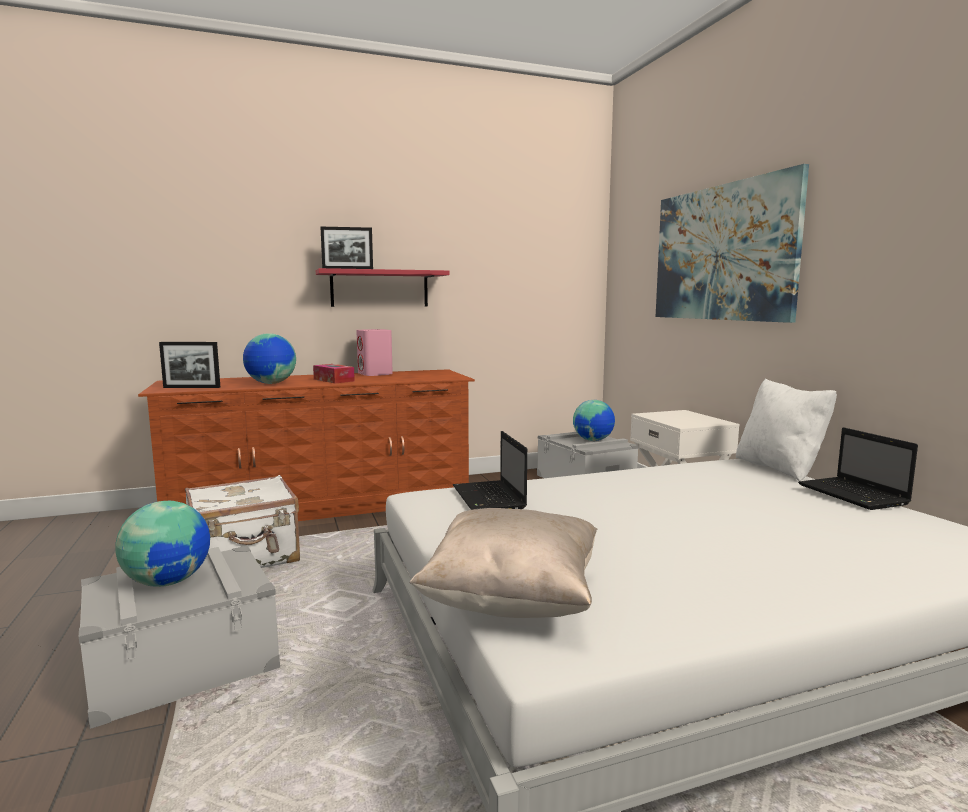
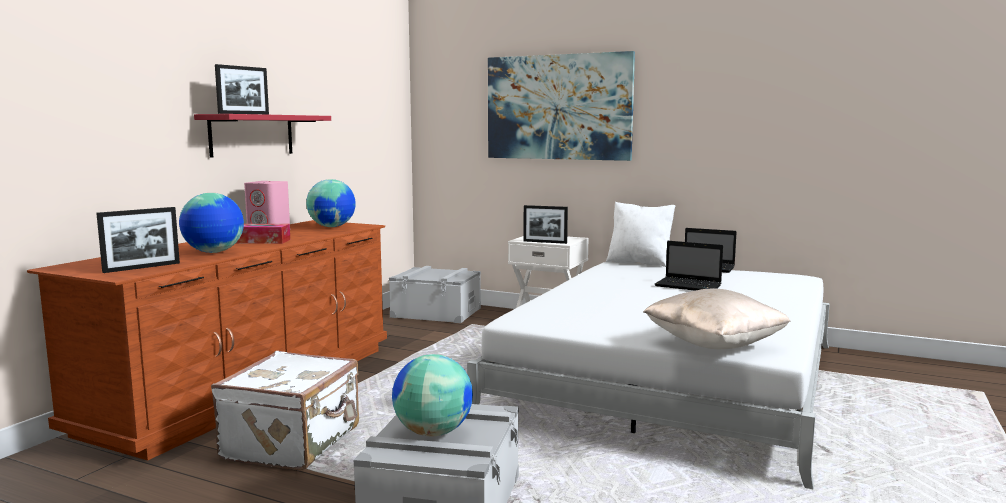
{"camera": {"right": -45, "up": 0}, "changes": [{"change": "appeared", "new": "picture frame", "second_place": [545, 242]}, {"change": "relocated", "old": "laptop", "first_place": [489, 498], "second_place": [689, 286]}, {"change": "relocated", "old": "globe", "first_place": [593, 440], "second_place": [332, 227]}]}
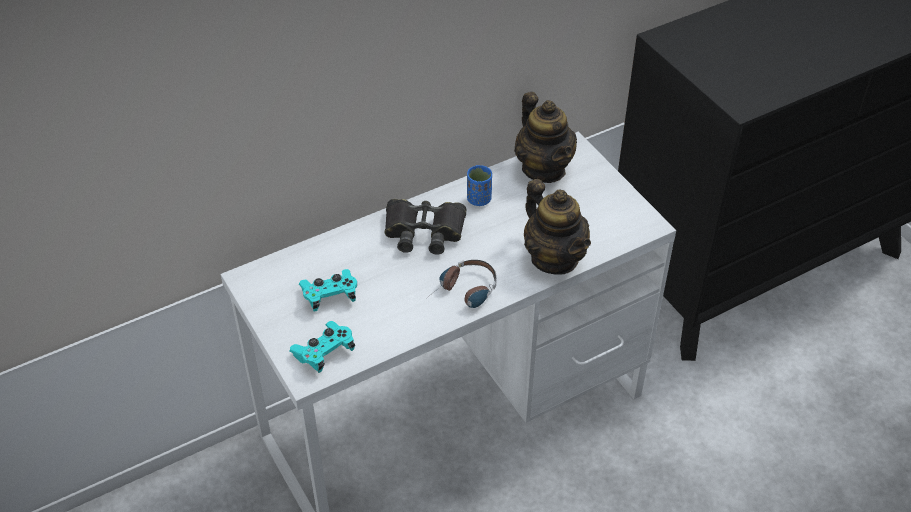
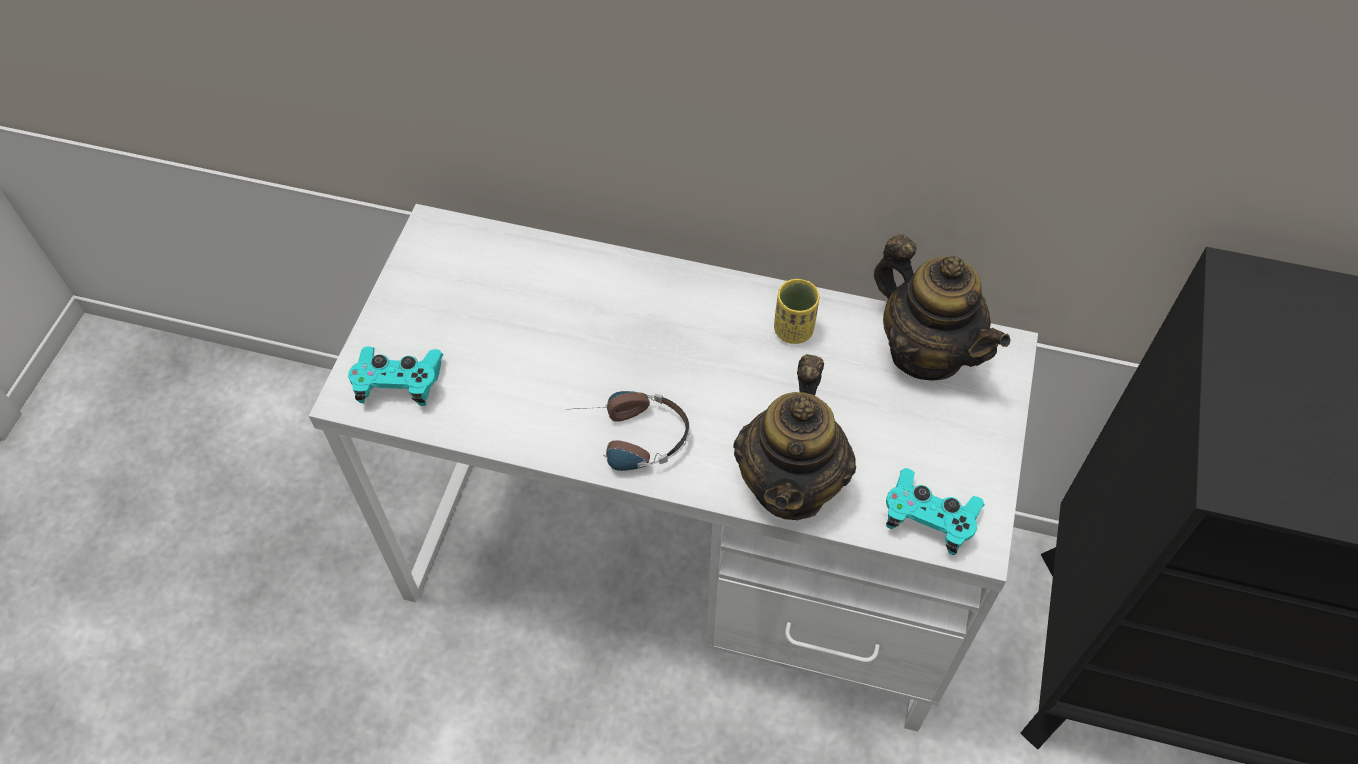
{"camera": {"right": 45, "up": 10}, "changes": [{"change": "missing", "old": "binoculars/black", "first_place": [424, 231]}, {"change": "relocated", "old": "game controller/turquoise", "first_place": [330, 296], "second_place": [929, 519]}, {"change": "colour", "old": "cup/blue", "new": "cup/yellow", "first_place": [479, 199], "second_place": [793, 330]}, {"change": "spun", "old": "teapot", "first_place": [544, 169], "second_place": [926, 351], "degrees": -60}]}
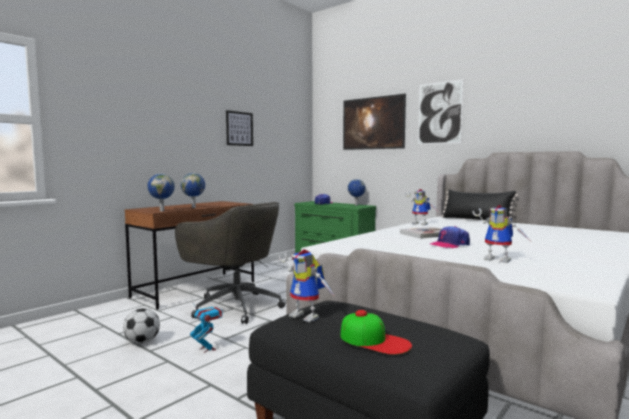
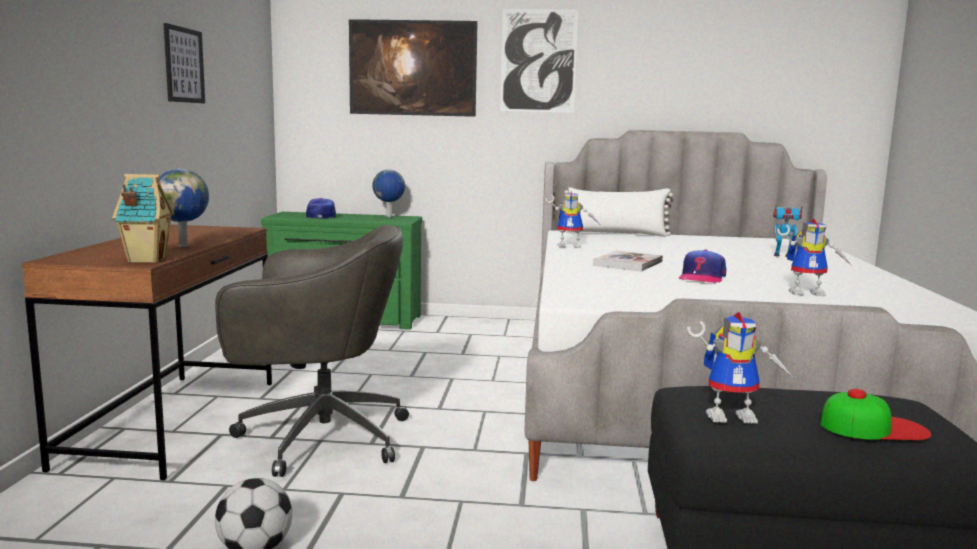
{"camera": {"right": -35, "up": 5}, "changes": [{"change": "relocated", "old": "toy robot", "first_place": [207, 349], "second_place": [782, 257]}, {"change": "exchanged", "old": "globe", "new": "toy house", "first_place": [162, 211], "second_place": [146, 260]}, {"change": "colour", "old": "pillow/black", "new": "pillow/white", "first_place": [476, 220], "second_place": [616, 234]}]}
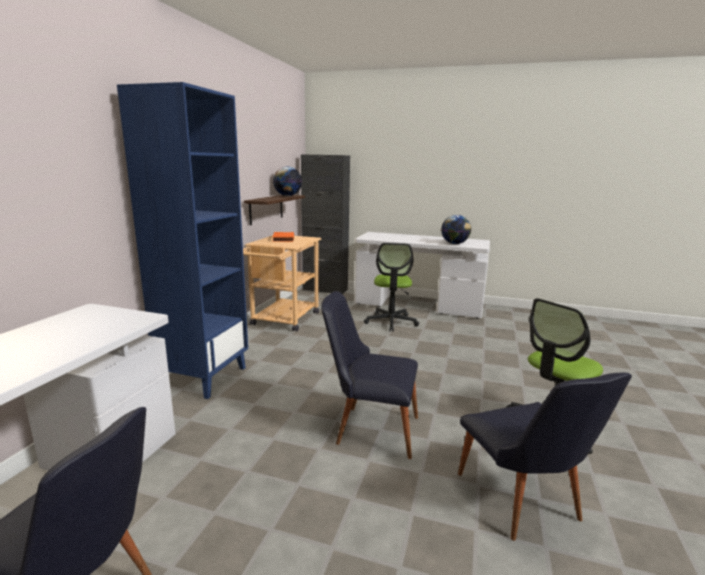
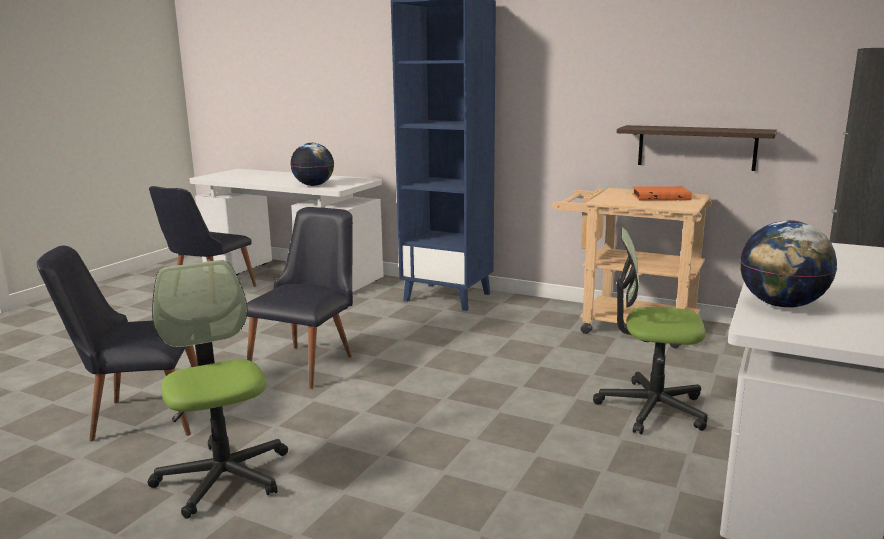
{"camera": {"right": 100, "up": 0}, "changes": [{"change": "relocated", "old": "globe", "first_place": [287, 196], "second_place": [314, 185]}]}
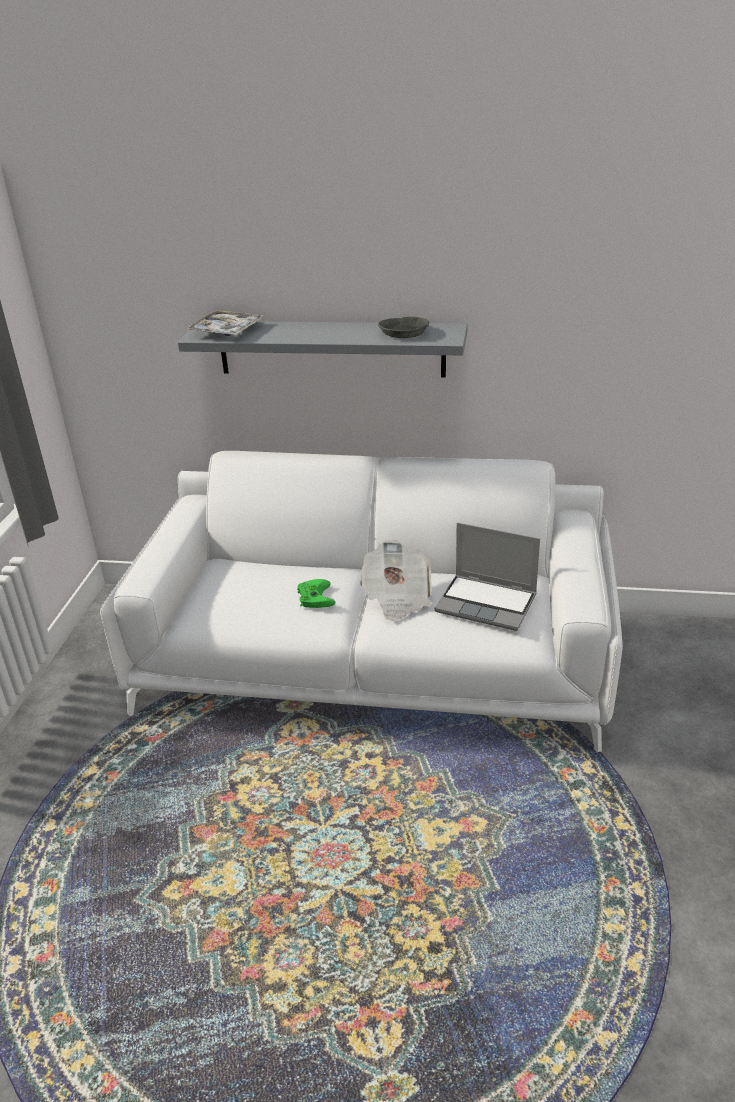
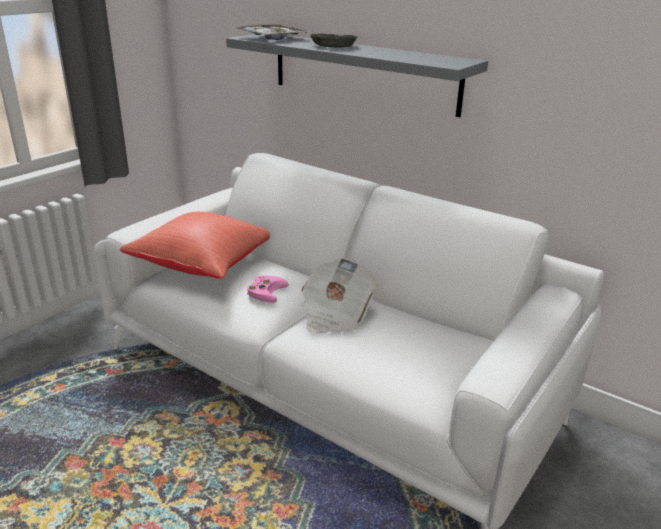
{"camera": {"right": 25, "up": -5}, "changes": [{"change": "missing", "old": "laptop", "first_place": [487, 603]}, {"change": "appeared", "new": "pillow/red", "second_place": [205, 263]}, {"change": "relocated", "old": "bowl/grey", "first_place": [403, 333], "second_place": [334, 45]}, {"change": "colour", "old": "game controller/green", "new": "game controller/pink", "first_place": [314, 596], "second_place": [266, 290]}]}
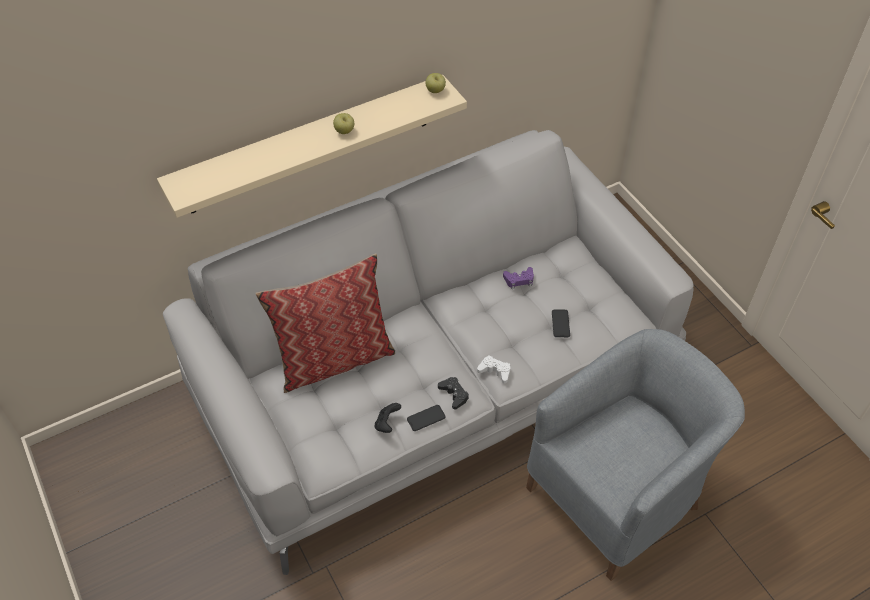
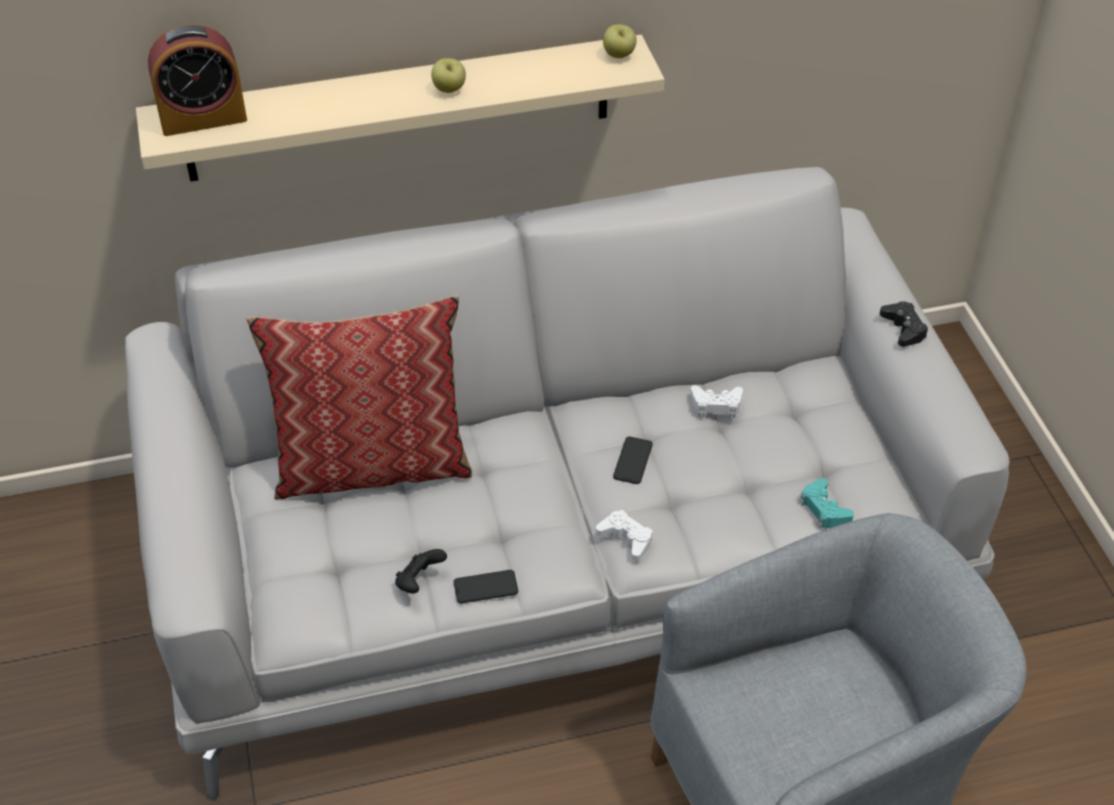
{"camera": {"right": 15, "up": -5}, "changes": [{"change": "appeared", "new": "alarm clock", "second_place": [203, 118]}, {"change": "appeared", "new": "game controller/turquoise", "second_place": [823, 509]}, {"change": "relocated", "old": "game controller/black", "first_place": [454, 394], "second_place": [903, 328]}, {"change": "relocated", "old": "phone", "first_place": [560, 323], "second_place": [633, 461]}, {"change": "colour", "old": "game controller/purple", "new": "game controller/white", "first_place": [519, 280], "second_place": [716, 405]}]}
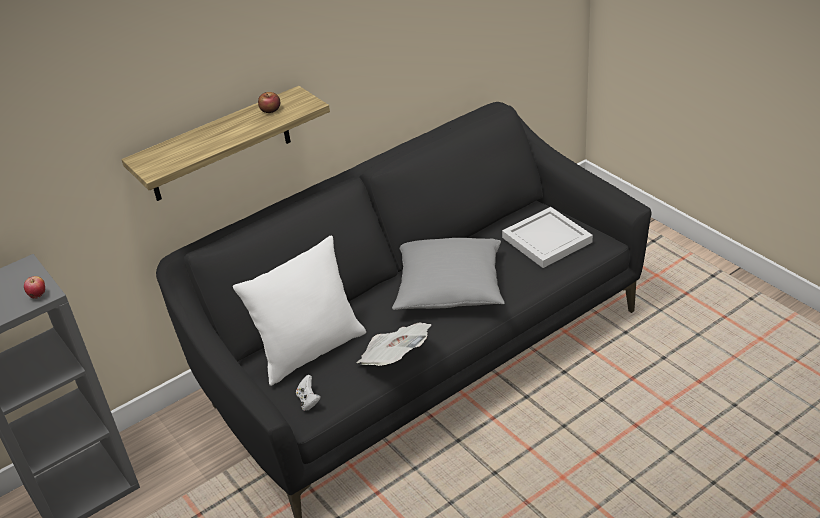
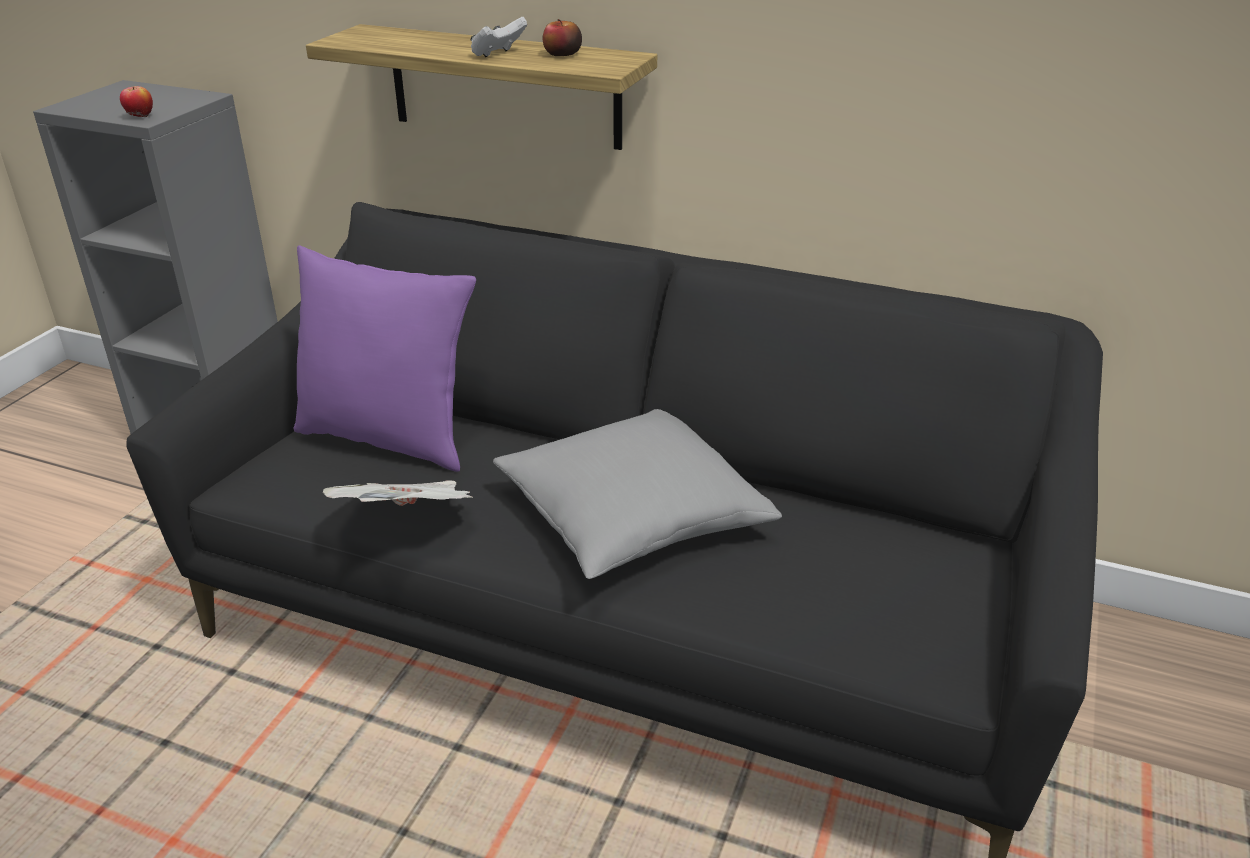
{"camera": {"right": 55, "up": -5}, "changes": [{"change": "missing", "old": "tray/white", "first_place": [548, 240]}, {"change": "relocated", "old": "game controller/white", "first_place": [308, 401], "second_place": [498, 54]}, {"change": "colour", "old": "pillow/white", "new": "pillow/purple", "first_place": [310, 350], "second_place": [389, 437]}]}
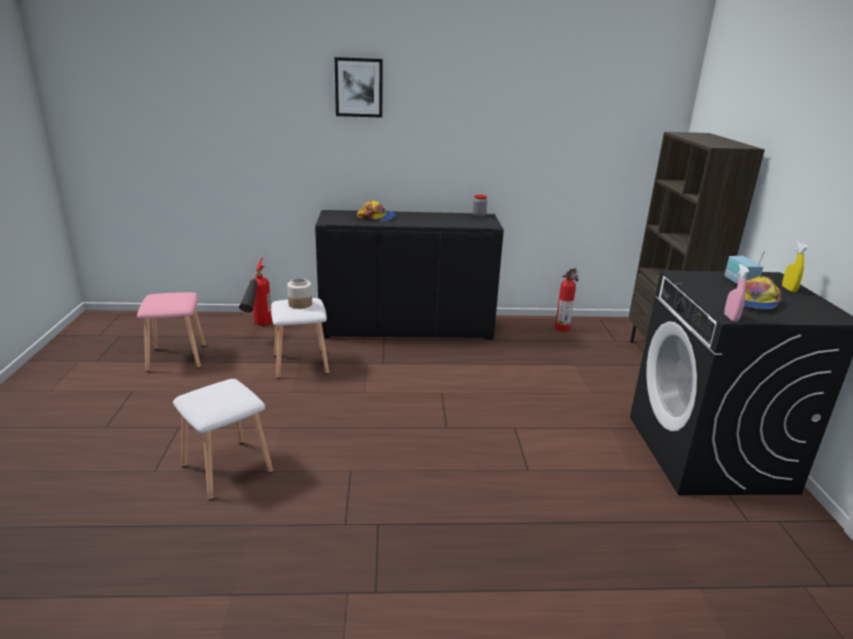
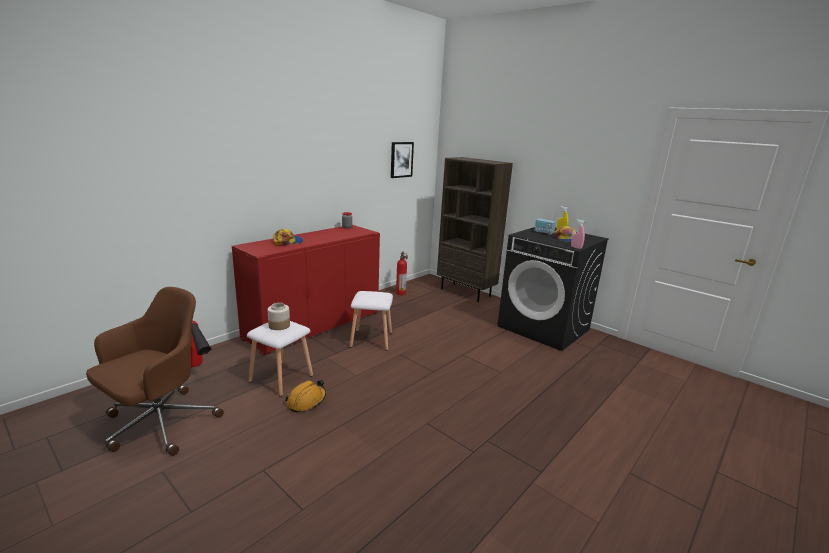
{"camera": {"right": -45, "up": -5}, "changes": [{"change": "appeared", "new": "hard hat/orange", "second_place": [306, 401]}, {"change": "relocated", "old": "stool/white", "first_place": [228, 469], "second_place": [372, 340]}, {"change": "relocated", "old": "picture", "first_place": [359, 87], "second_place": [401, 159]}, {"change": "exchanged", "old": "stool/pink", "new": "office chair/brown", "first_place": [177, 358], "second_place": [159, 424]}, {"change": "colour", "old": "cabinet/black", "new": "cabinet/red", "first_place": [406, 327], "second_place": [314, 325]}]}
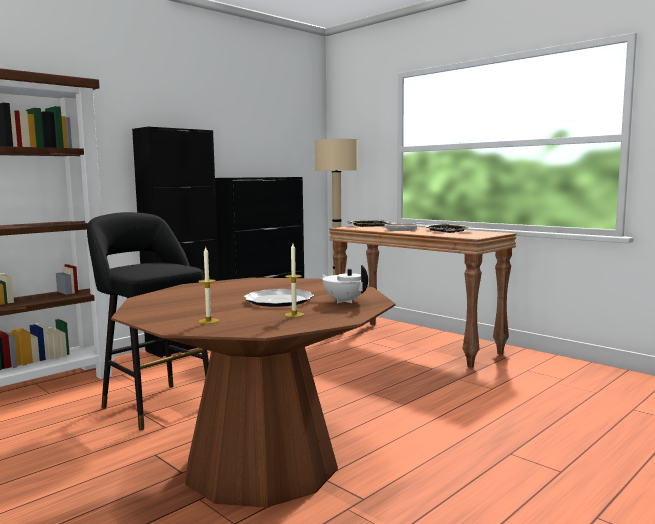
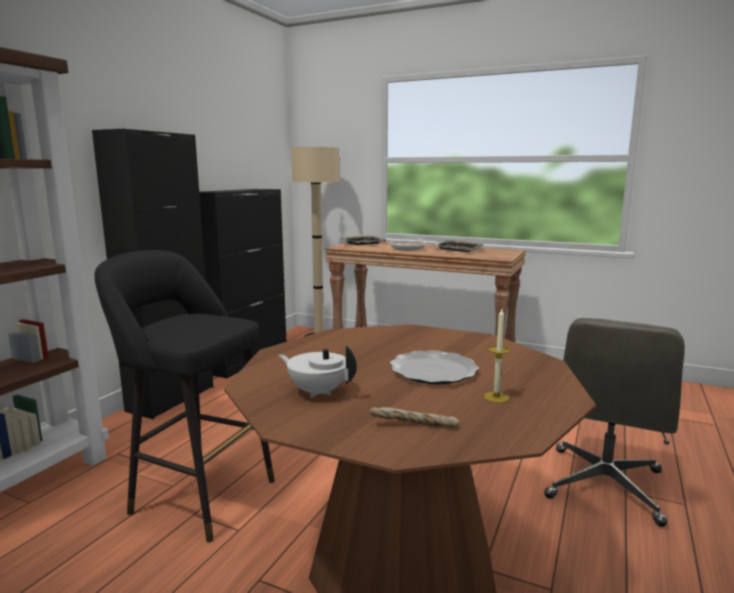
{"camera": {"right": -20, "up": 5}, "changes": [{"change": "appeared", "new": "office chair/grey", "second_place": [604, 485]}, {"change": "relocated", "old": "teapot/white", "first_place": [344, 301], "second_place": [318, 392]}, {"change": "exchanged", "old": "candle", "new": "bread", "first_place": [208, 321], "second_place": [414, 426]}]}
